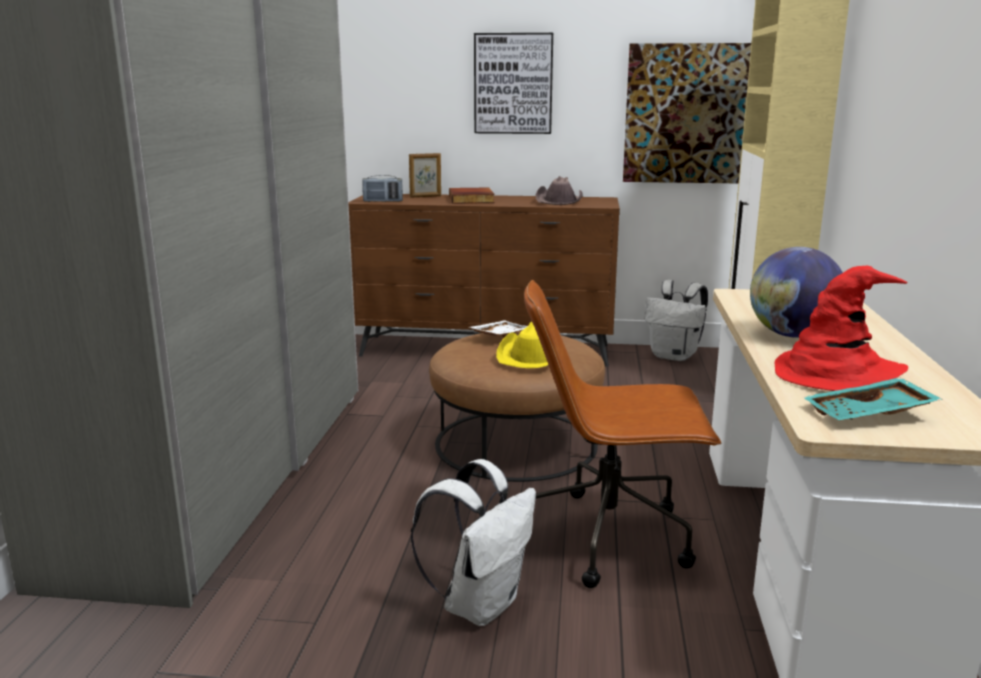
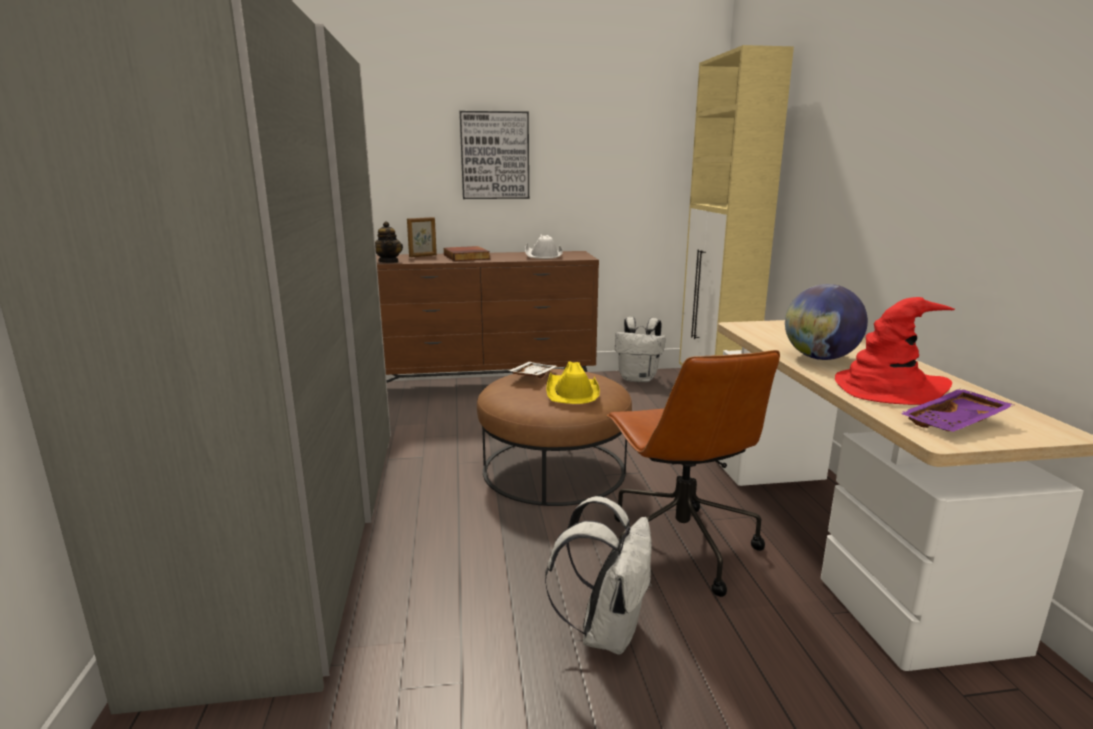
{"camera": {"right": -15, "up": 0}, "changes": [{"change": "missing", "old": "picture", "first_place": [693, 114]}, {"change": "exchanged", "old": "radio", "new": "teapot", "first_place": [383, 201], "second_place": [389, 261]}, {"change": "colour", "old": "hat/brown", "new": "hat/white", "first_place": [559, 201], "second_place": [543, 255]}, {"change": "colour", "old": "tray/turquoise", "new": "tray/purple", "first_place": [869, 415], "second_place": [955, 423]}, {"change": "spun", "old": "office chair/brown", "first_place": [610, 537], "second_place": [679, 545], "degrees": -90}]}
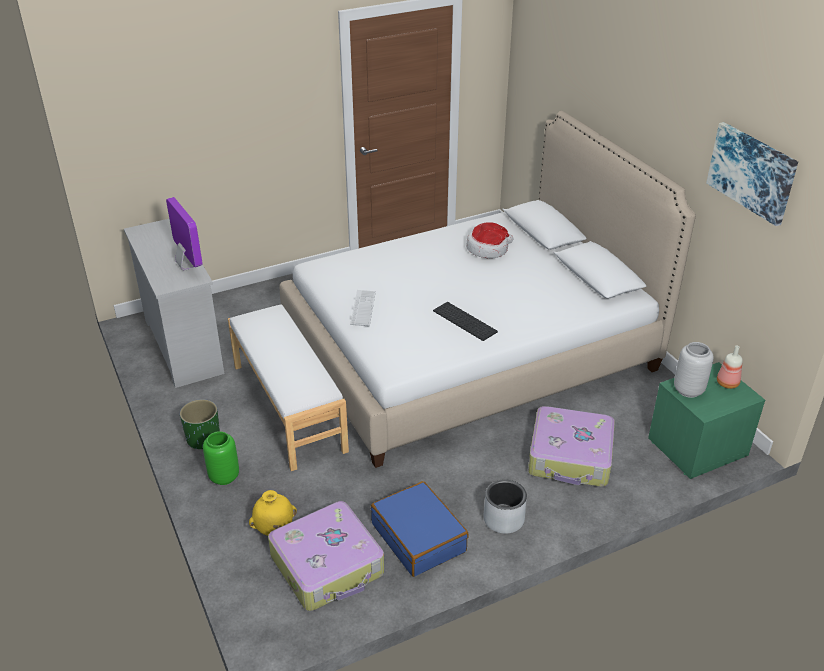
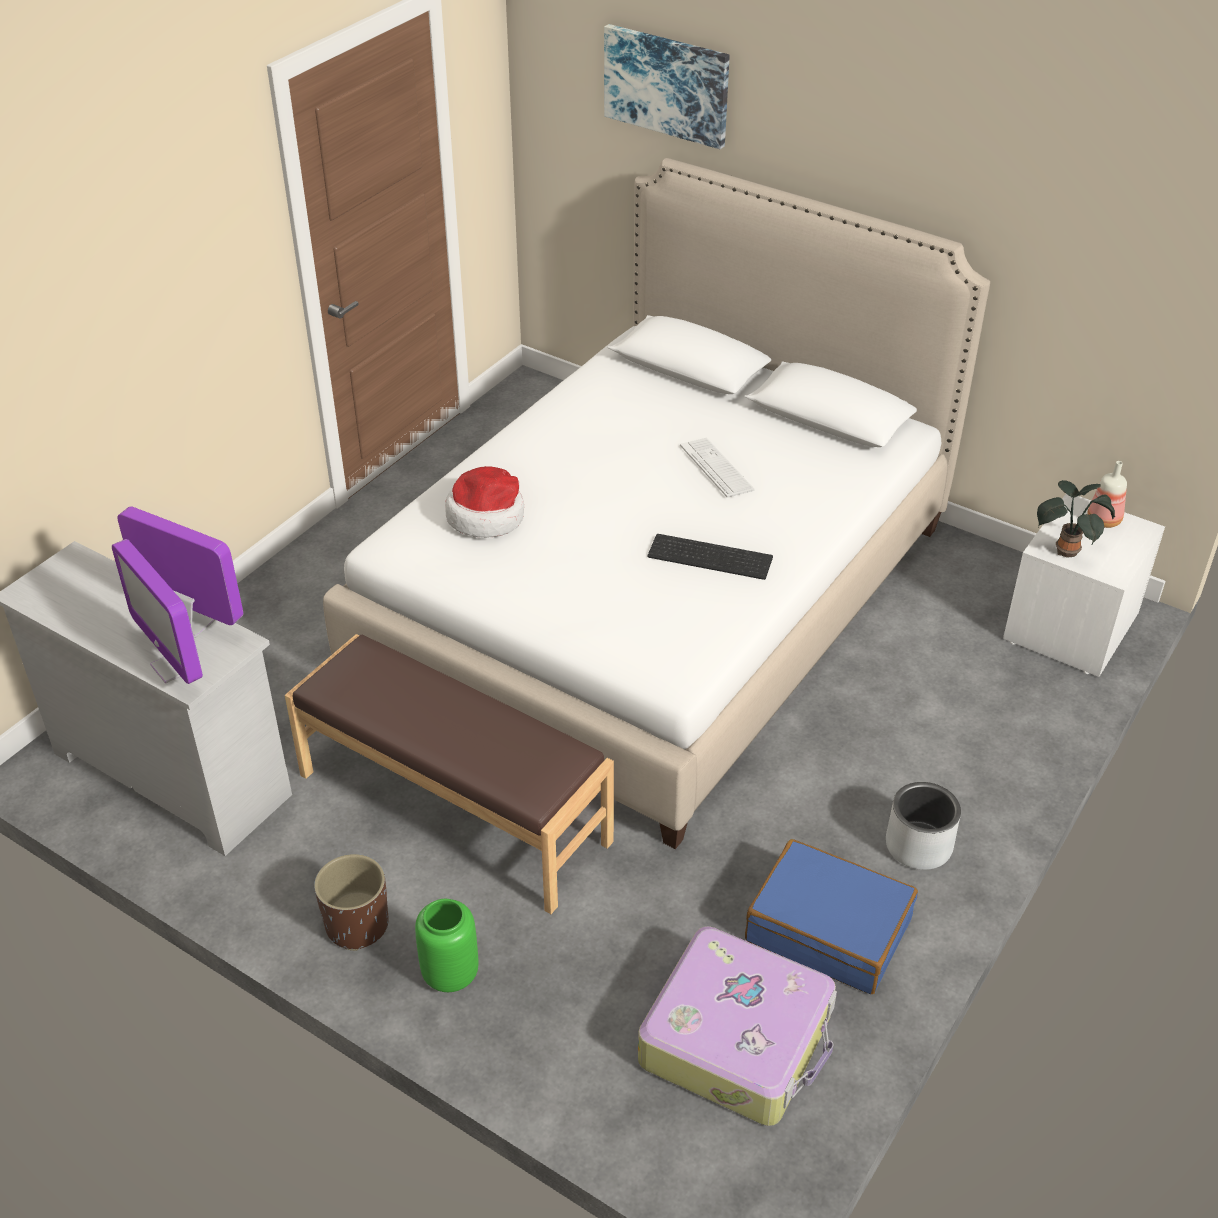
{"camera": {"right": -30, "up": 5}, "changes": [{"change": "missing", "old": "vase/yellow", "first_place": [274, 529]}, {"change": "missing", "old": "suitcase", "first_place": [571, 457]}, {"change": "appeared", "new": "monitor", "second_place": [175, 666]}, {"change": "relocated", "old": "keyboard", "first_place": [363, 308], "second_place": [716, 468]}, {"change": "relocated", "old": "hat", "first_place": [488, 249], "second_place": [487, 516]}, {"change": "relocated", "old": "picture", "first_place": [752, 172], "second_place": [667, 84]}, {"change": "exchanged", "old": "vase/grey", "new": "potted plant", "first_place": [688, 390], "second_place": [1067, 550]}, {"change": "colour", "old": "planter/green", "new": "planter/brown", "first_place": [203, 439], "second_place": [357, 925]}, {"change": "colour", "old": "bench/white", "new": "bench/brown", "first_place": [289, 407], "second_place": [454, 806]}, {"change": "colour", "old": "nightstand/green", "new": "nightstand/white", "first_place": [697, 448], "second_place": [1072, 628]}]}
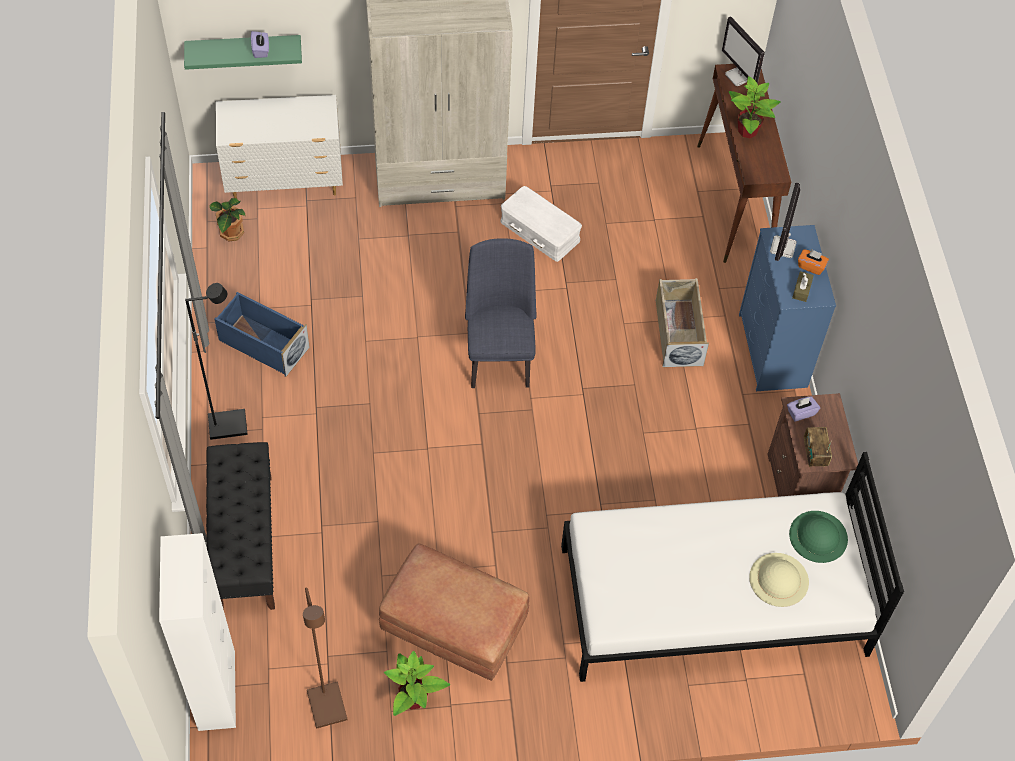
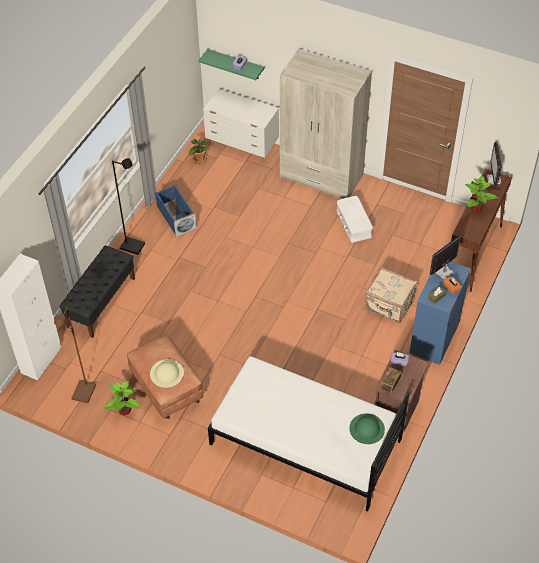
{"camera": {"right": 35, "up": -5}, "changes": [{"change": "missing", "old": "chair/blue", "first_place": [499, 358]}, {"change": "relocated", "old": "hat/beige", "first_place": [778, 579], "second_place": [166, 373]}, {"change": "exchanged", "old": "storage box/beige", "new": "suitcase/beige", "first_place": [678, 332], "second_place": [389, 305]}]}
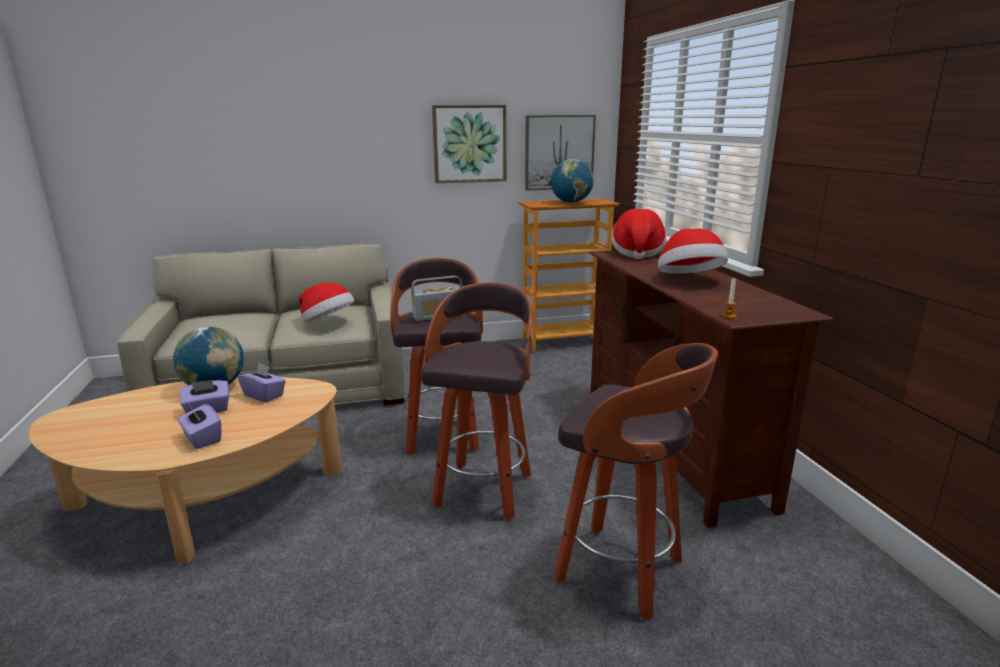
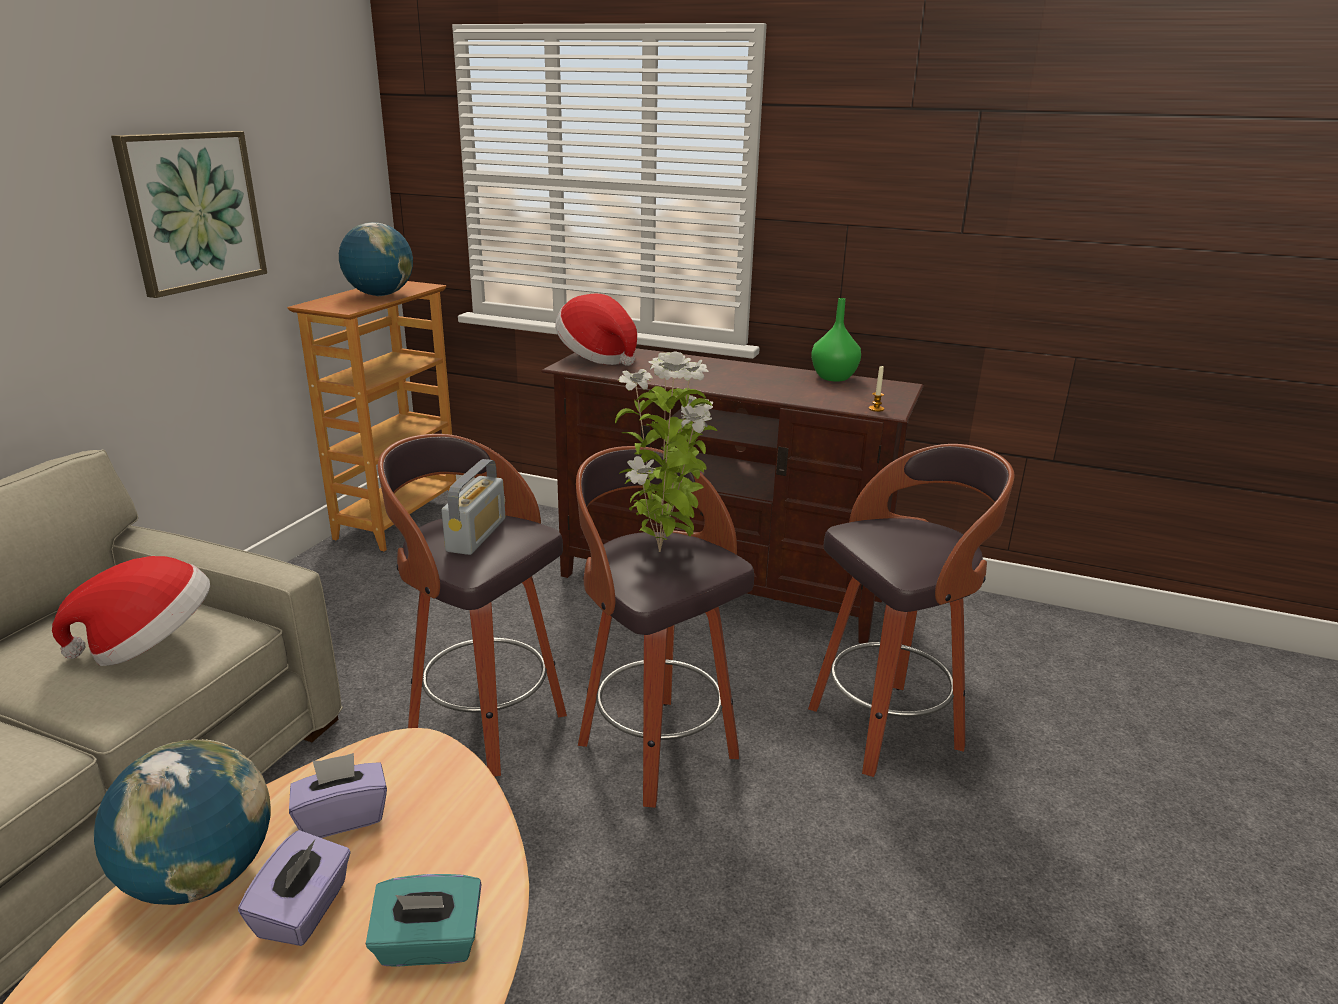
{"camera": {"right": -55, "up": 5}, "changes": [{"change": "missing", "old": "picture", "first_place": [559, 152]}, {"change": "missing", "old": "hat", "first_place": [689, 280]}, {"change": "appeared", "new": "potted plant", "second_place": [662, 551]}, {"change": "appeared", "new": "vase/green", "second_place": [834, 378]}, {"change": "colour", "old": "tissue box/purple", "new": "tissue box/turquoise", "first_place": [202, 439], "second_place": [428, 945]}]}
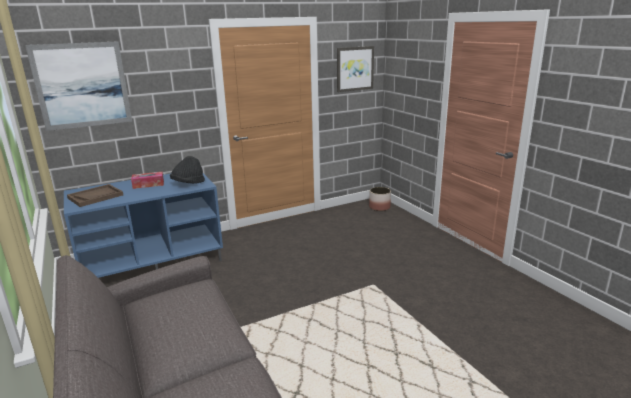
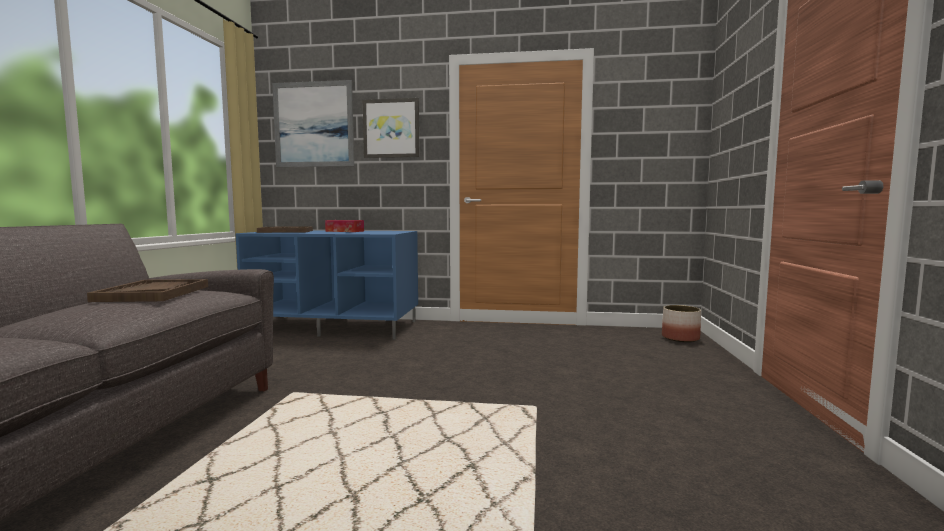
{"camera": {"right": 35, "up": -15}, "changes": [{"change": "missing", "old": "hat/black", "first_place": [188, 183]}, {"change": "appeared", "new": "tray/brown", "second_place": [153, 293]}, {"change": "relocated", "old": "picture", "first_place": [354, 68], "second_place": [391, 128]}]}
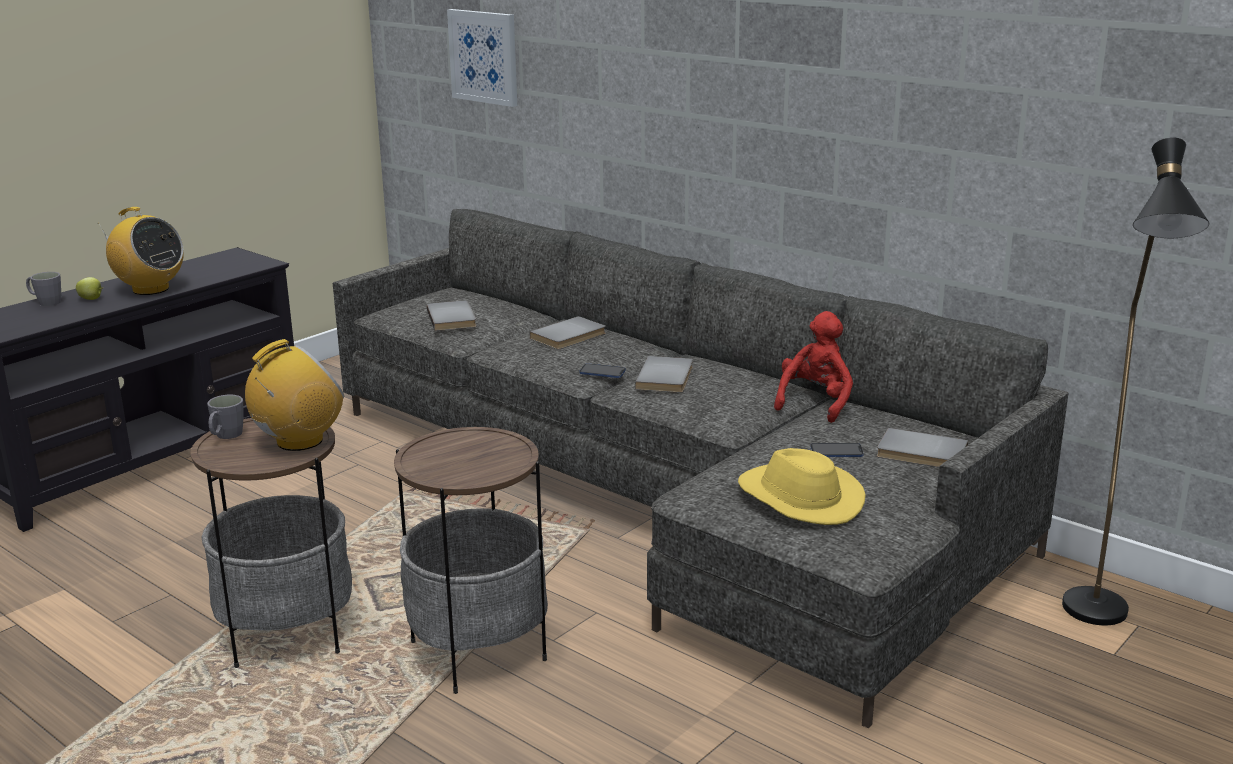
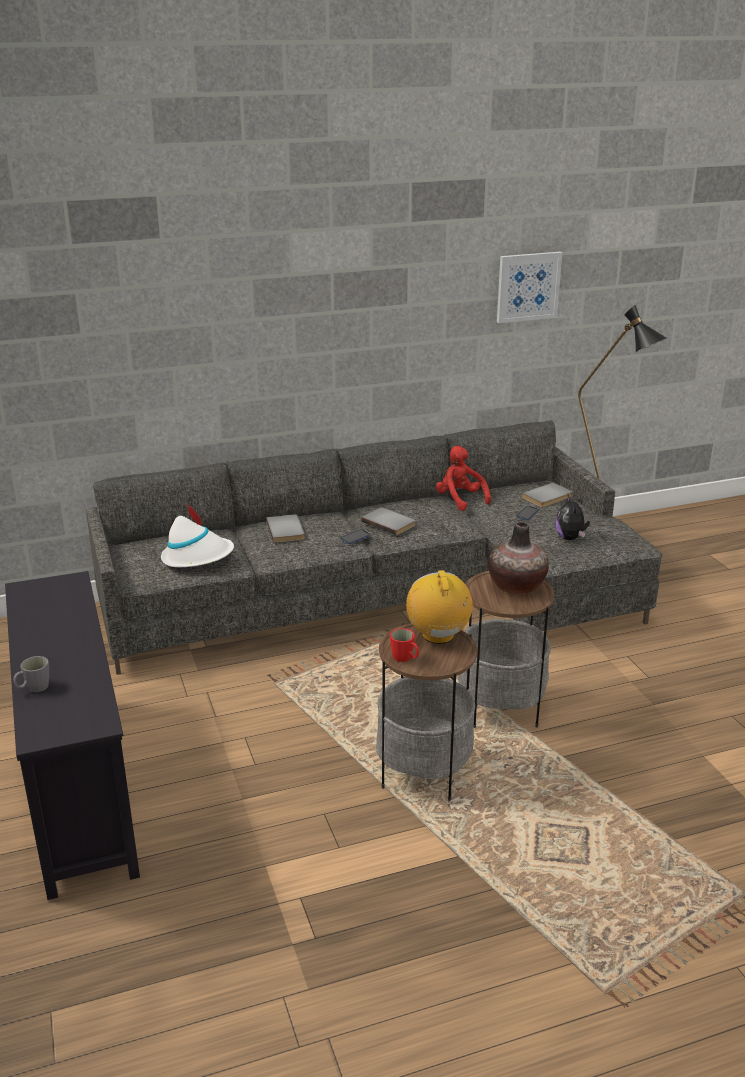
{"camera": {"right": -60, "up": 5}, "changes": [{"change": "missing", "old": "apple", "first_place": [92, 299]}, {"change": "missing", "old": "radio", "first_place": [150, 289]}, {"change": "appeared", "new": "vase", "second_place": [516, 586]}, {"change": "relocated", "old": "picture", "first_place": [484, 57], "second_place": [528, 286]}, {"change": "exchanged", "old": "book/grey", "new": "hat/white", "first_place": [453, 318], "second_place": [197, 557]}, {"change": "exchanged", "old": "hat/yellow", "new": "plush toy", "first_place": [798, 498], "second_place": [570, 538]}, {"change": "colour", "old": "mug/grey", "new": "mug/red", "first_place": [226, 436], "second_place": [405, 658]}]}
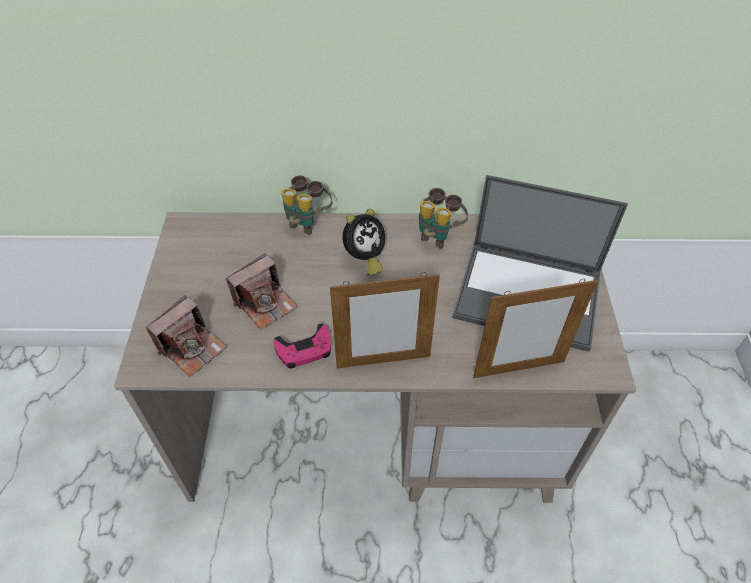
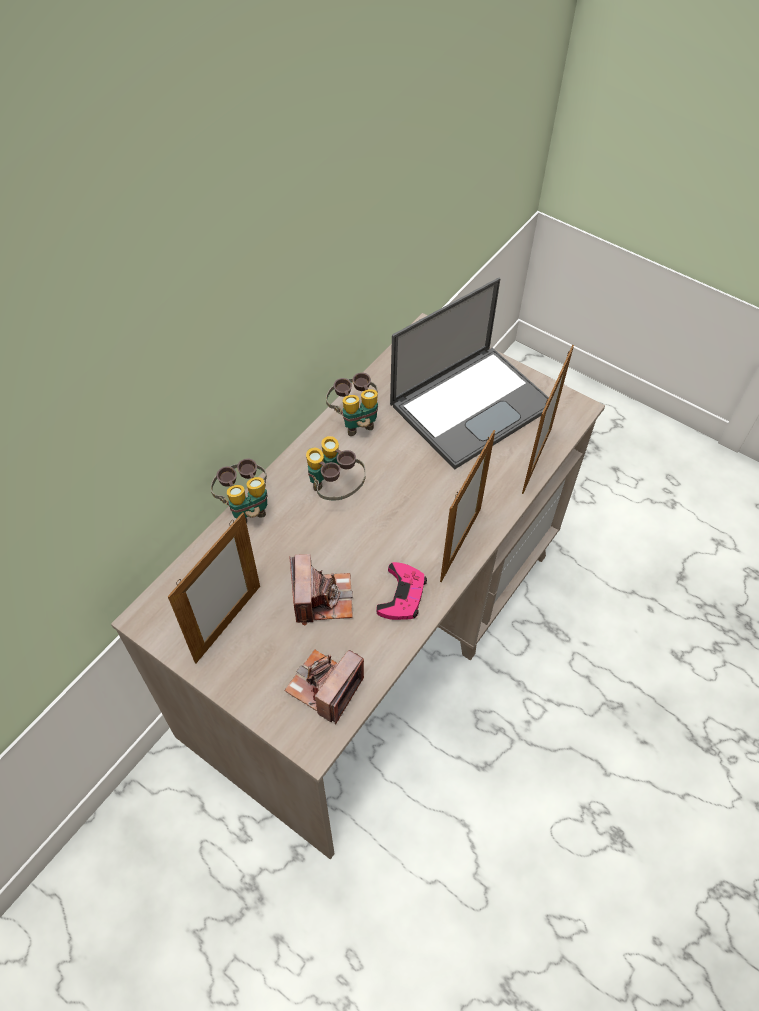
{"camera": {"right": -55, "up": 5}, "changes": [{"change": "appeared", "new": "picture frame", "second_place": [228, 623]}, {"change": "exchanged", "old": "alarm clock", "new": "binoculars", "first_place": [364, 258], "second_place": [335, 490]}, {"change": "spun", "old": "photo camera", "first_place": [192, 347], "second_place": [325, 687], "degrees": -135}]}
